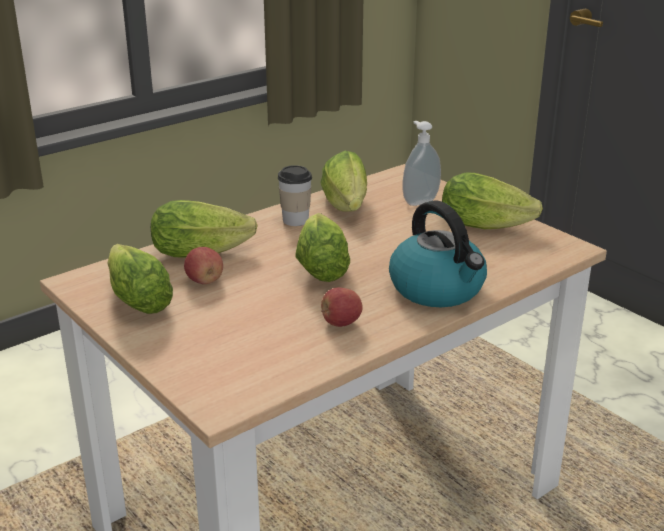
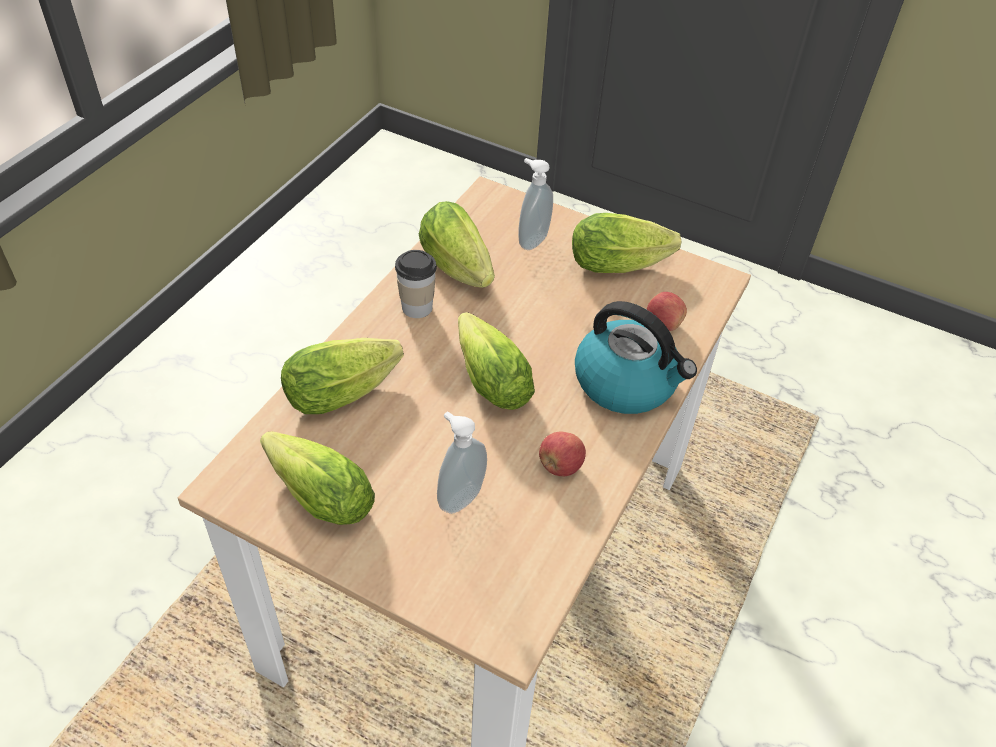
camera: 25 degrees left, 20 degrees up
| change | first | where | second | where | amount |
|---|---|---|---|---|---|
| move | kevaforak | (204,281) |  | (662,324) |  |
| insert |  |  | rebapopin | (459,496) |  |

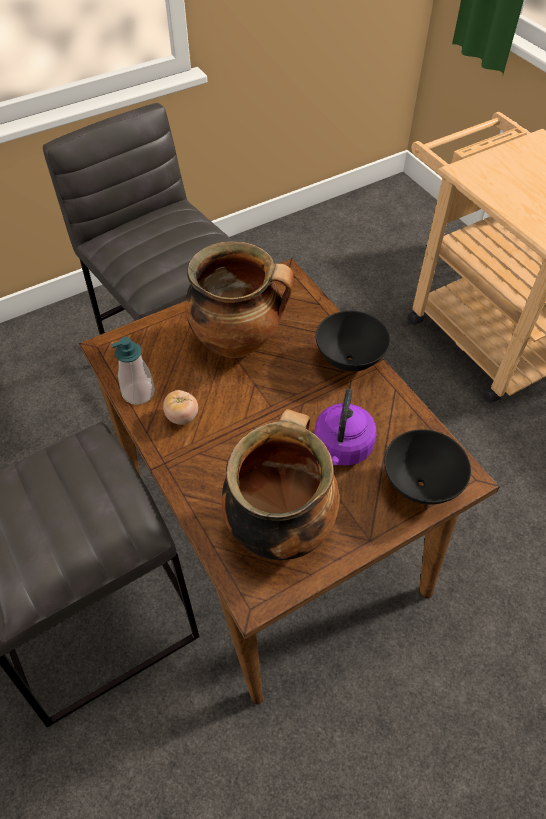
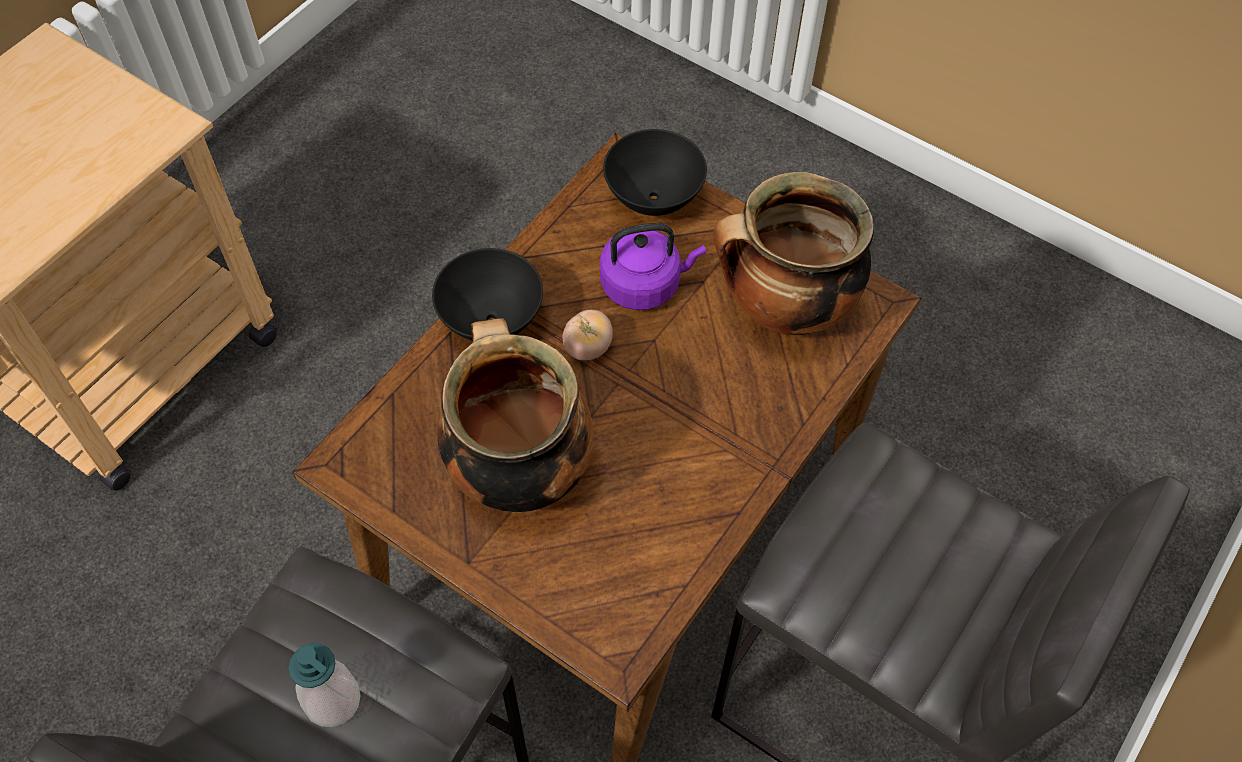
camera: 115 degrees left, 5 degrees up
| change | first | where | second | where | amount |
|---|---|---|---|---|---|
| move | rebapopin | (138,393) |  | (332,700) |  |
| move | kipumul | (182,416) |  | (587,348) |  |

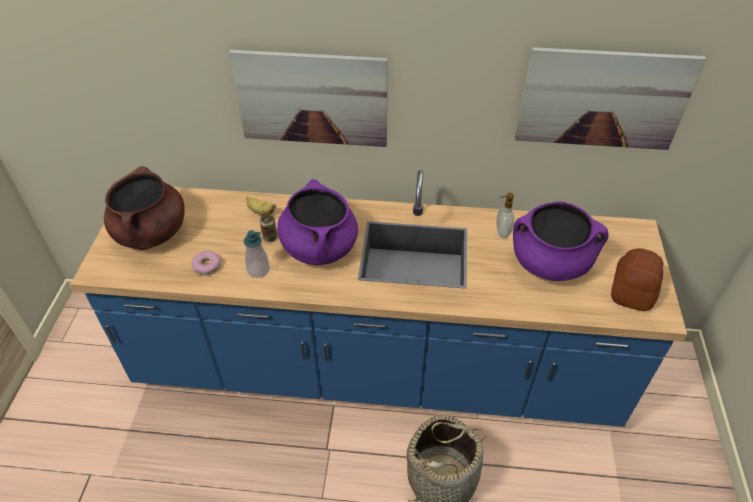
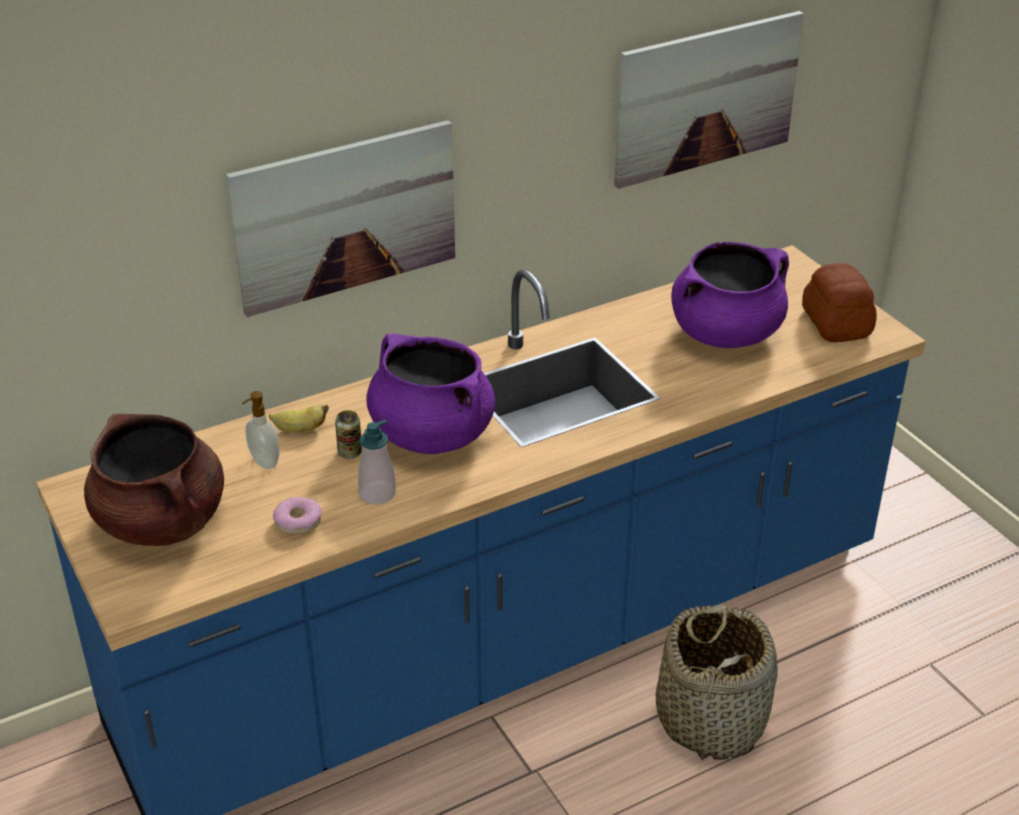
camera: 35 degrees left, 10 degrees down
| change | first | where | second | where | amount |
|---|---|---|---|---|---|
| move | rebapopin | (501,232) |  | (263,462) |  |

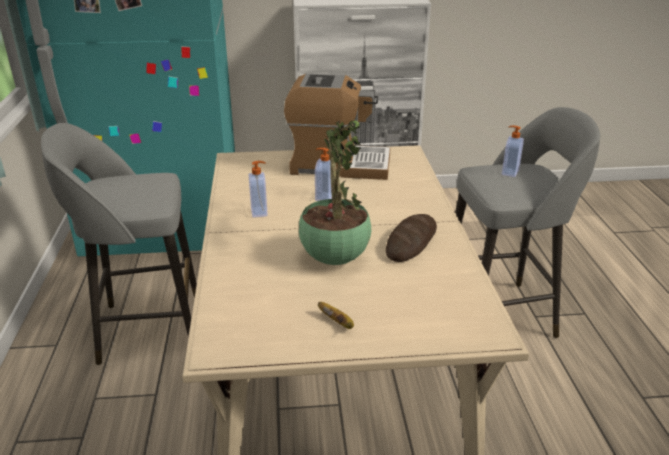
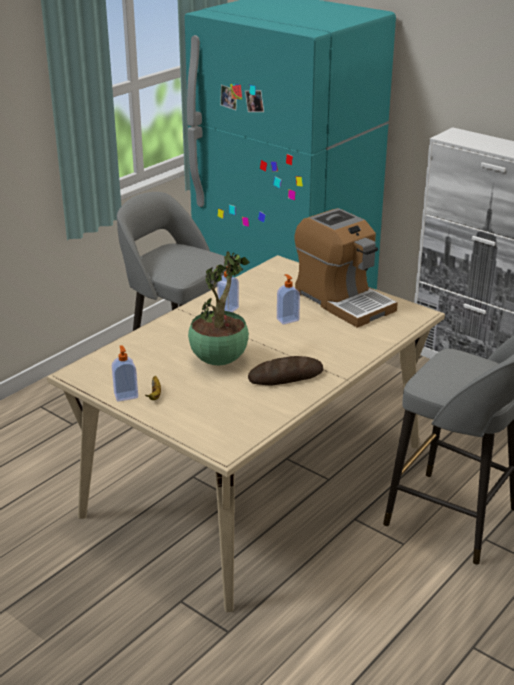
camera: 45 degrees right, 0 degrees up
| change | first | where | second | where | amount |
|---|---|---|---|---|---|
| move | rebapopin | (509,172) |  | (126,395) |  |

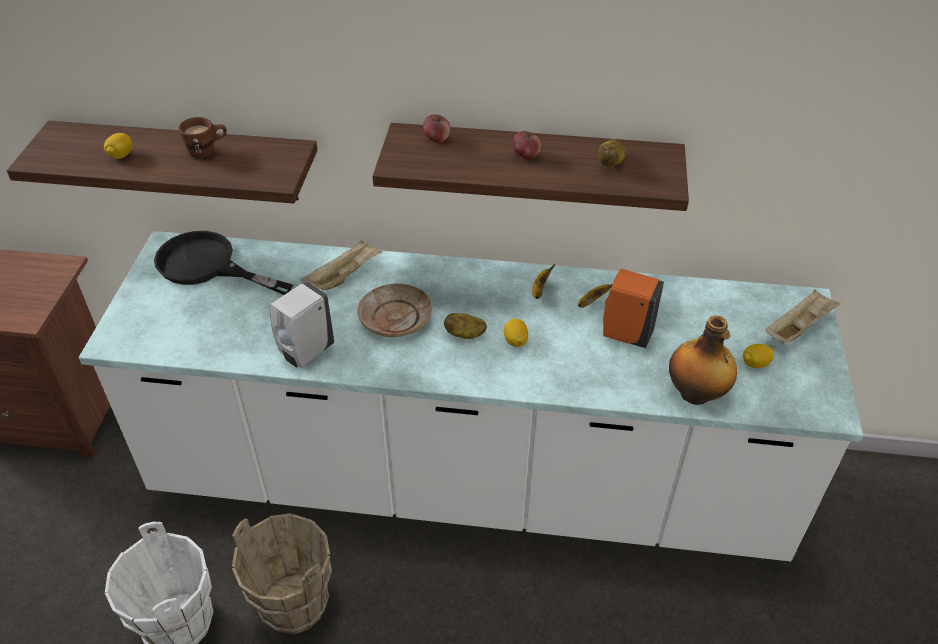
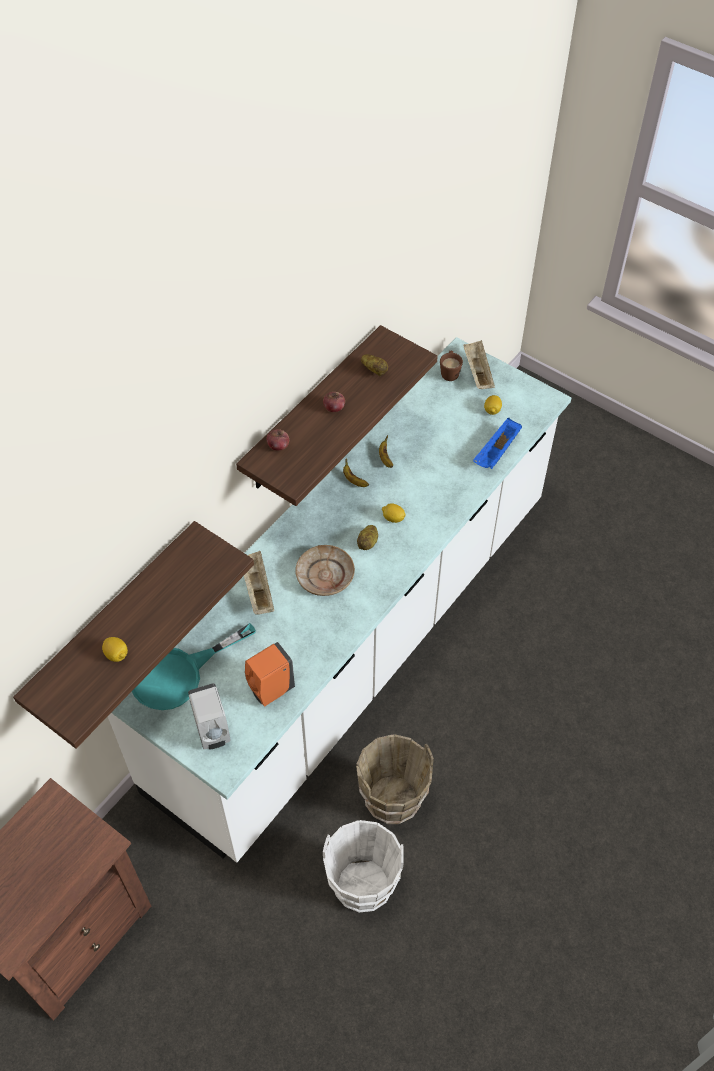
camera: 60 degrees left, 10 degrees up
| change | first | where | second | where | amount |
|---|---|---|---|---|---|
| recolor | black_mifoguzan | (208,266) | turquoise_mifoguzan | (178,674) |  |
| move | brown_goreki | (208,151) |  | (450,372) |  |
| move | white_rebapopin | (305,353) |  | (213,733) |  |
| move | orange_rebapopin | (625,334) |  | (270,690) |  |
| replace | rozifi | (696,394) | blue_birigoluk | (497,452) |  |

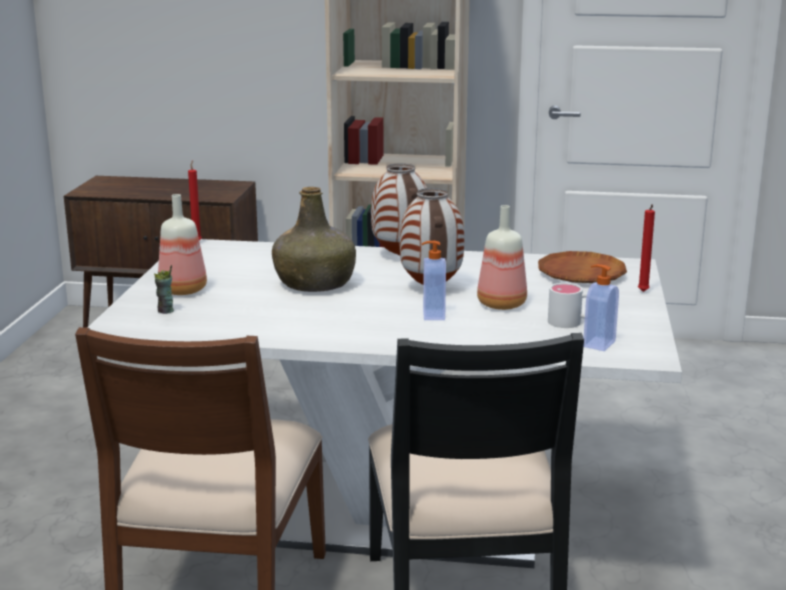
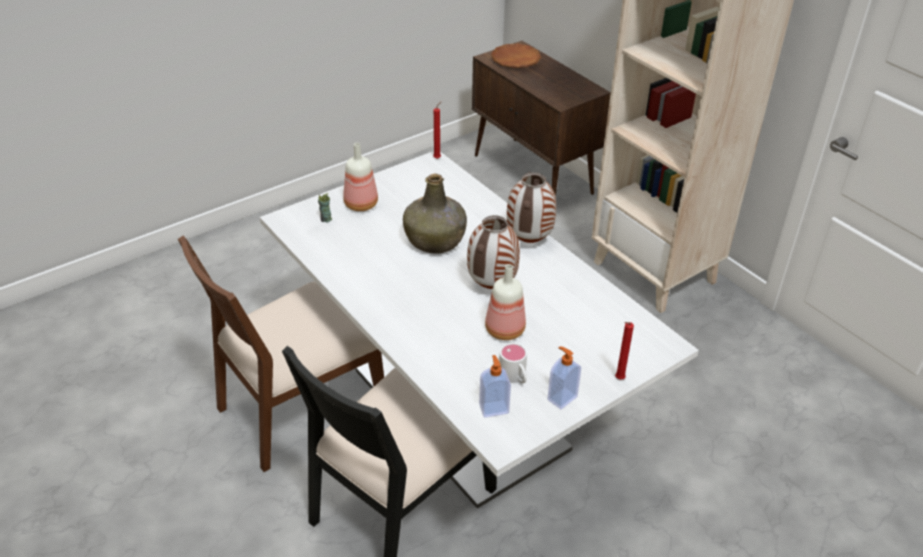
camera: 45 degrees right, 20 degrees up
| change | first | where | second | where | amount |
|---|---|---|---|---|---|
| move | rebapopin | (432,315) |  | (561,398) |  |
| move | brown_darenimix | (581,274) |  | (515,59) |  |

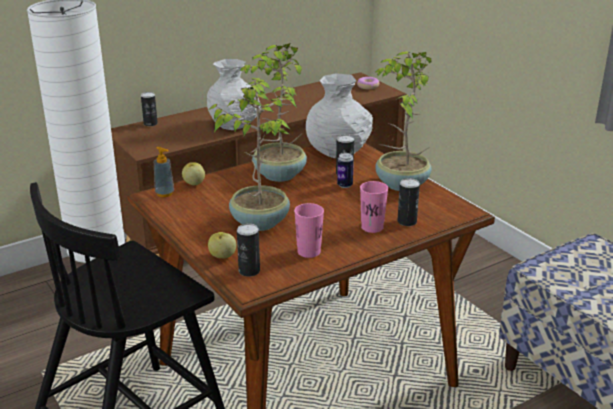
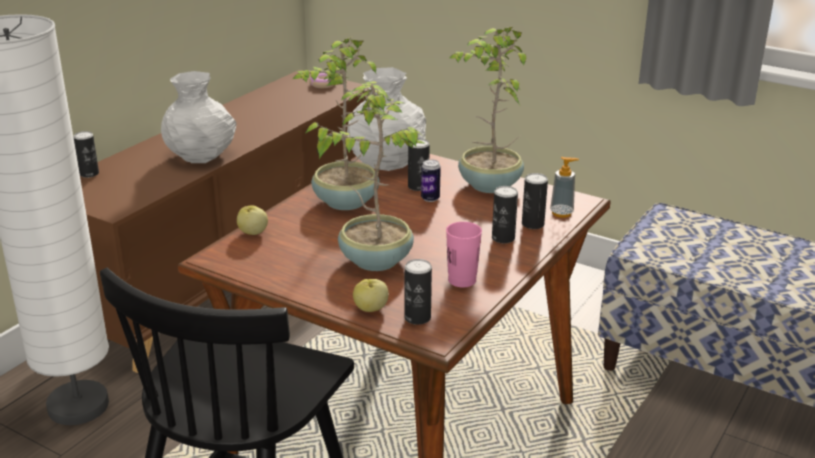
camera: 25 degrees left, 0 degrees up
| change | first | where | second | where | amount |
|---|---|---|---|---|---|
| move | rebapopin | (164,193) |  | (561,213) |  |
| replace | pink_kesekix | (372,227) | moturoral | (503,238) |  |

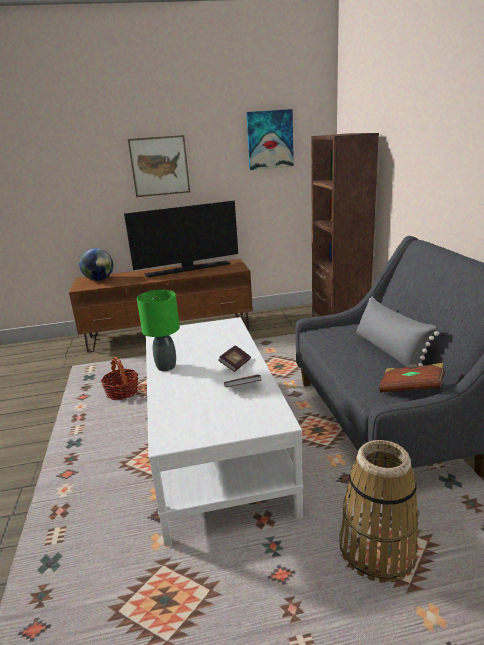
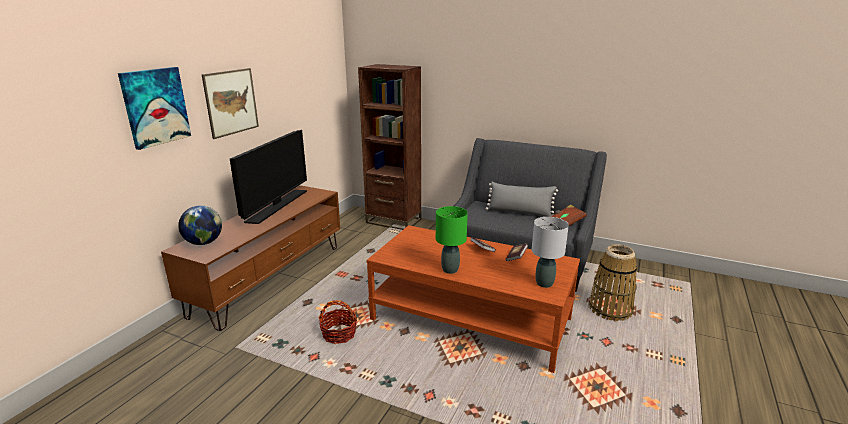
camera: 55 degrees left, 0 degrees up
| change | first | where | second | where | amount |
|---|---|---|---|---|---|
| recolor | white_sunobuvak | (214,444) | brown_sunobuvak | (471,319) |  |
| move | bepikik | (270,140) |  | (155,107) |  |
| insert |  |  | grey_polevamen | (544,283) |  |

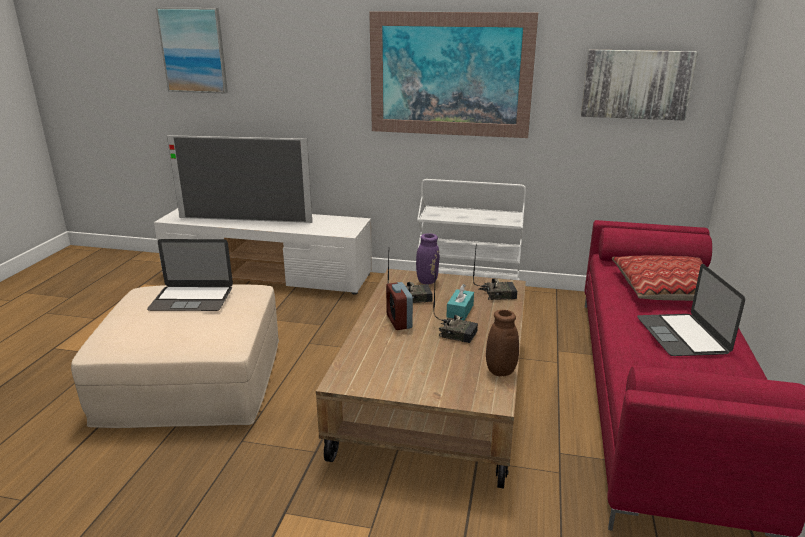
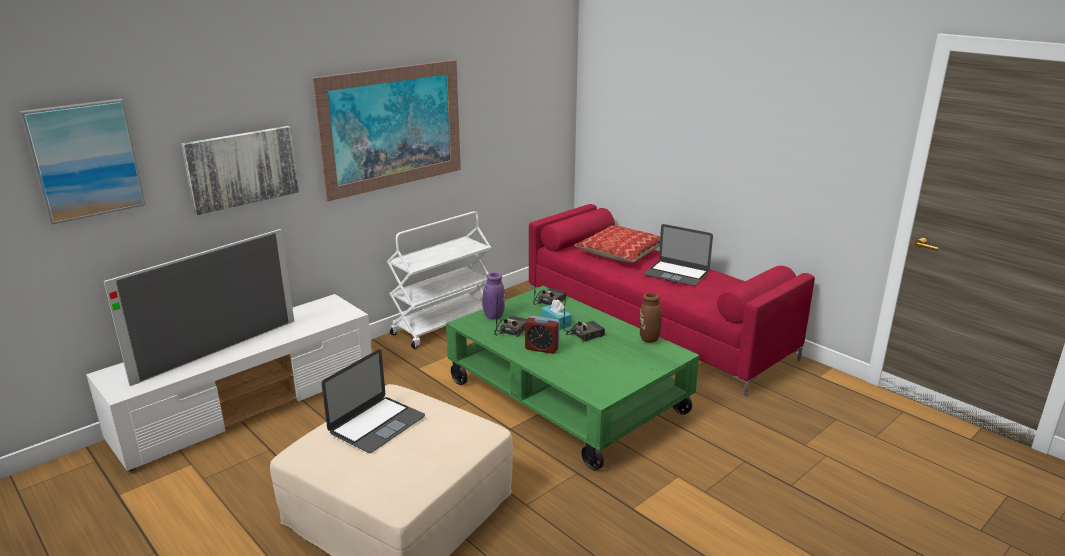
camera: 55 degrees left, 0 degrees up
| change | first | where | second | where | amount |
|---|---|---|---|---|---|
| recolor | brown_sunobuvak | (436,395) | green_sunobuvak | (567,397) |  |
| move | bepikik | (636,84) |  | (242,168) |  |

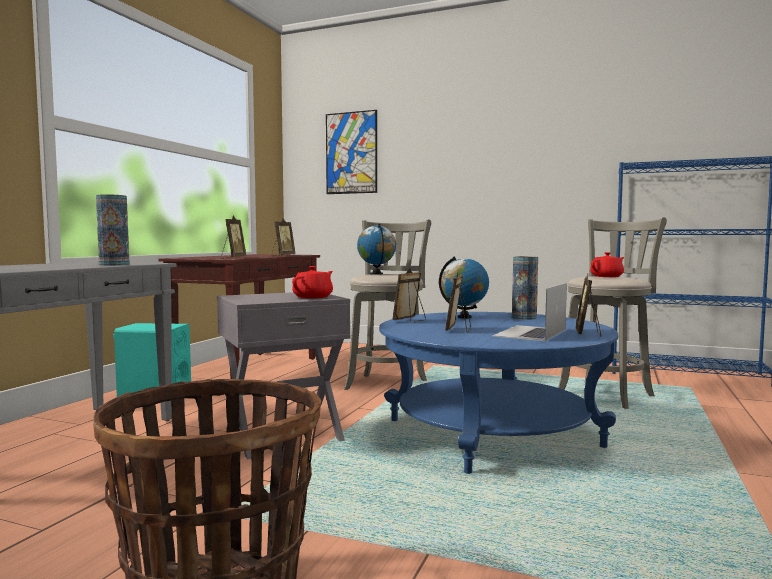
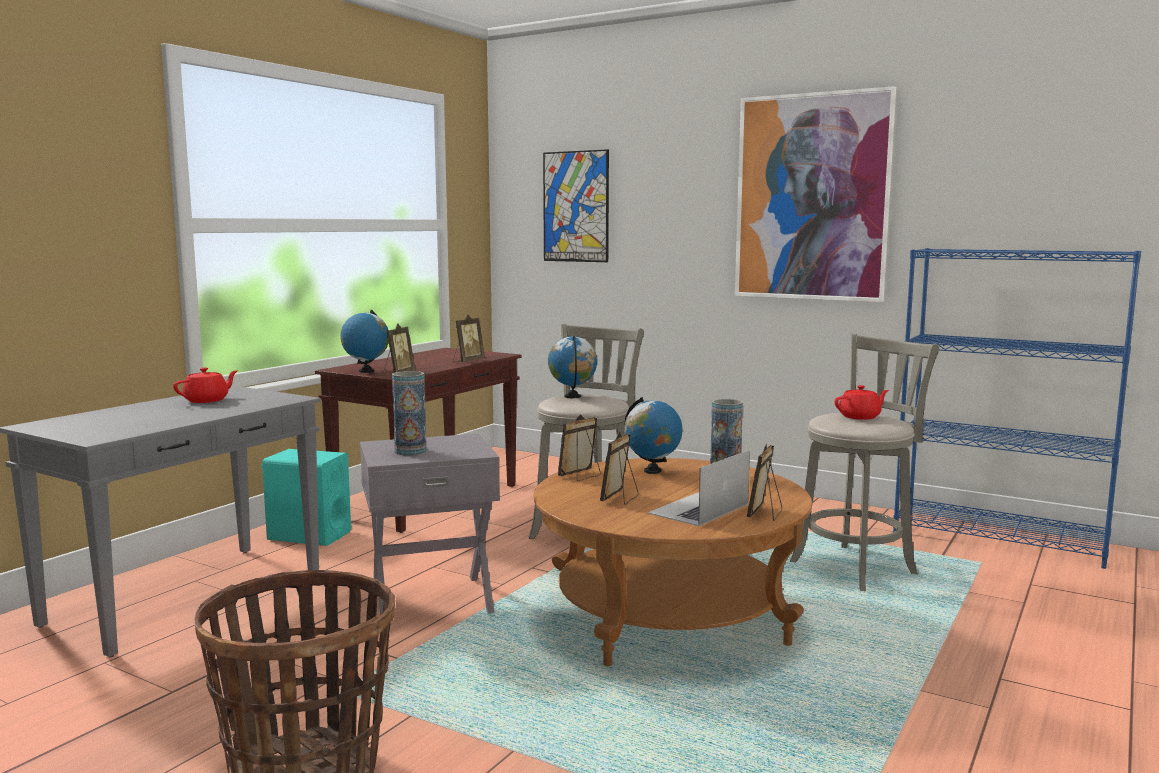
camera: 10 degrees right, 5 degrees up
| change | first | where | second | where | amount |
|---|---|---|---|---|---|
| move | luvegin | (114,265) |  | (410,451) |  |
| move | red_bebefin | (313,297) |  | (207,400) |  |
| recolor | blue_sunobuvak | (492,433) | brown_sunobuvak | (668,616) |  |
| insert |  |  | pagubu | (366,371) |  |
| insert |  |  | bepikik | (811,197) |  |

